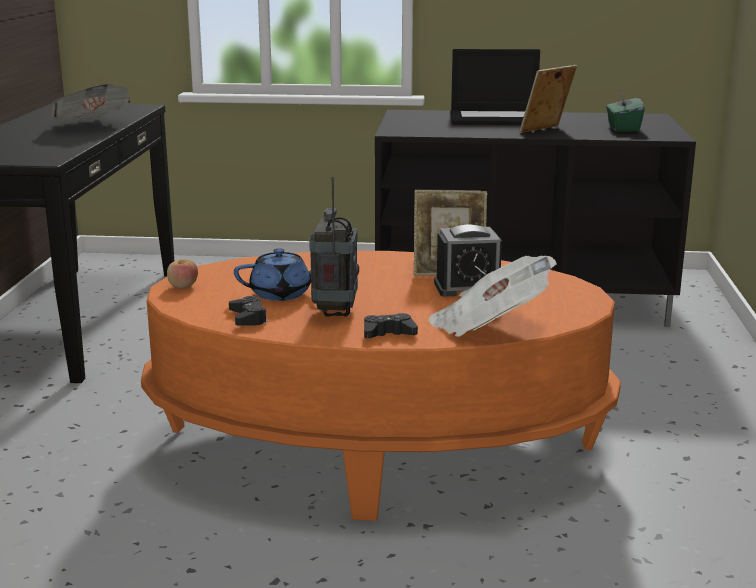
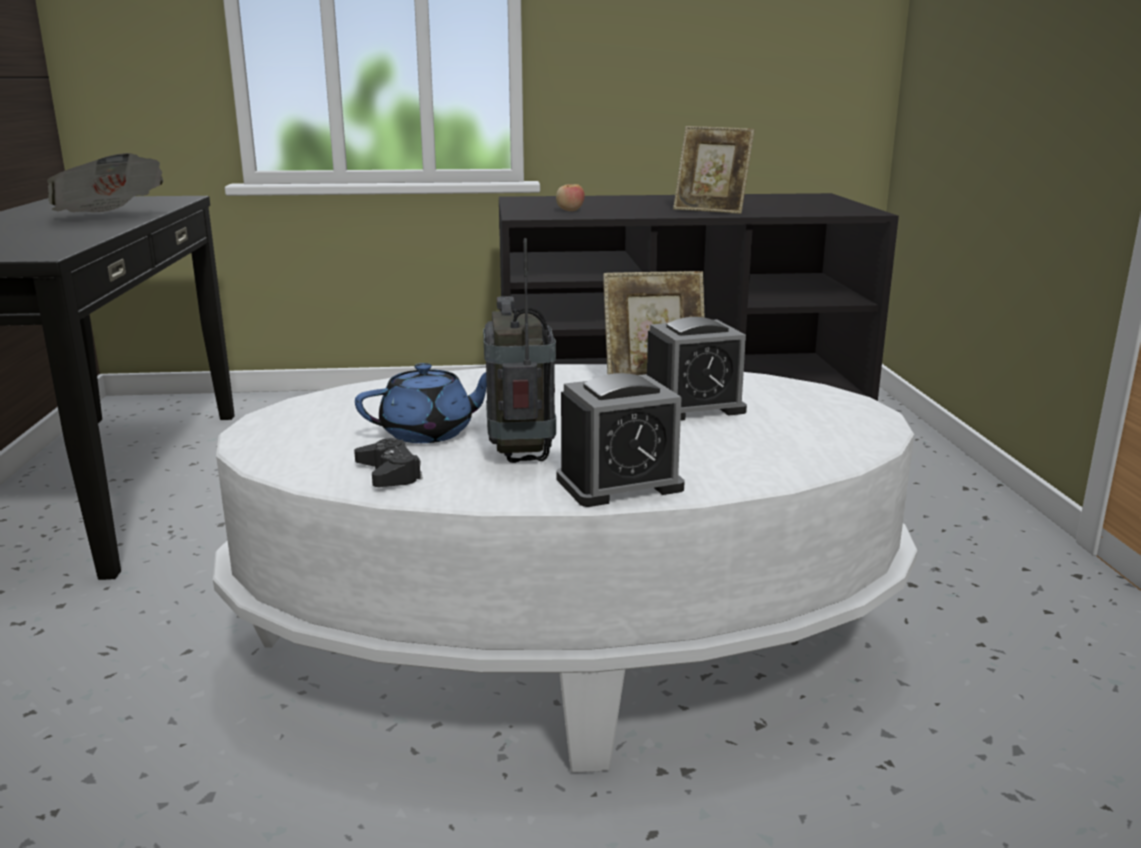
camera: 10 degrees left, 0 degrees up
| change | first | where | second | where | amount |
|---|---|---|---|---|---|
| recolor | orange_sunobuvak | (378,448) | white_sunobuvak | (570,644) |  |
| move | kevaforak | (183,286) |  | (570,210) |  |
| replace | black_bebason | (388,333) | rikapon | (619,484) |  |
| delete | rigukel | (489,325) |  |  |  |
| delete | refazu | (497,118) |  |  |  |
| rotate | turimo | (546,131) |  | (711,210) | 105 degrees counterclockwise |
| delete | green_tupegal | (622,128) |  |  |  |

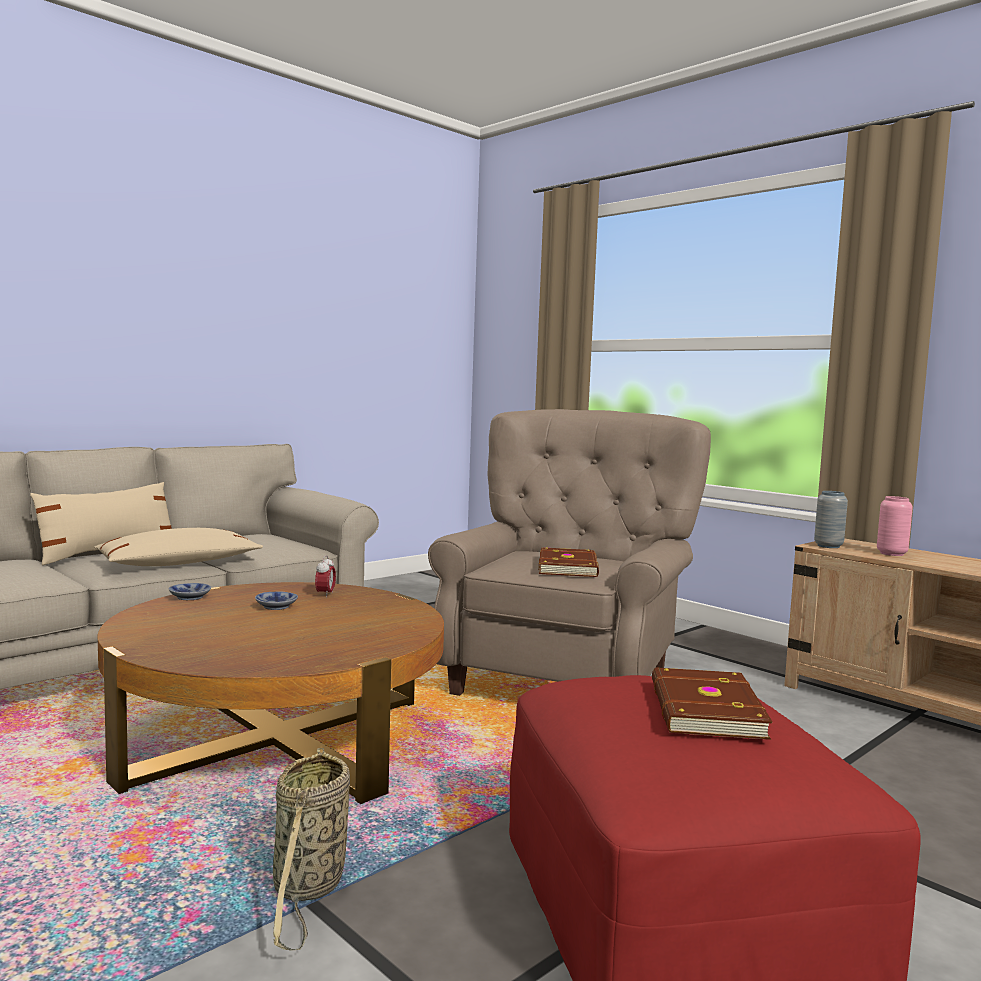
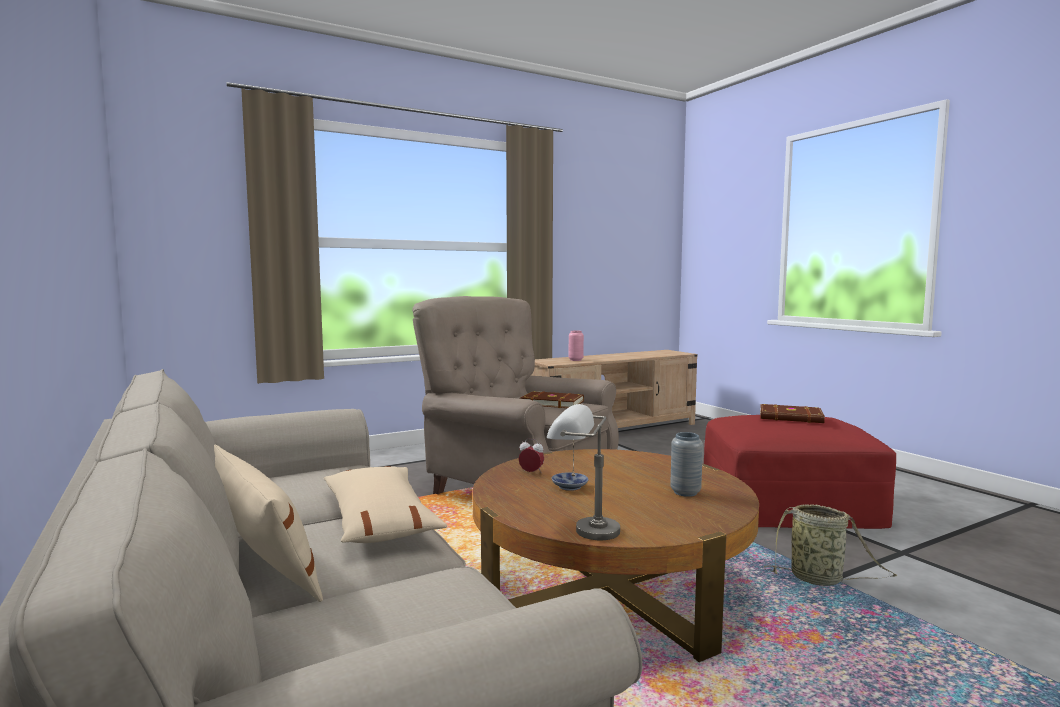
camera: 75 degrees left, 0 degrees up
| change | first | where | second | where | amount |
|---|---|---|---|---|---|
| delete | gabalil | (188,598) |  |  |  |
| move | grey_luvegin | (828,546) |  | (685,492) |  |
| insert |  |  | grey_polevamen | (582,530) |  |

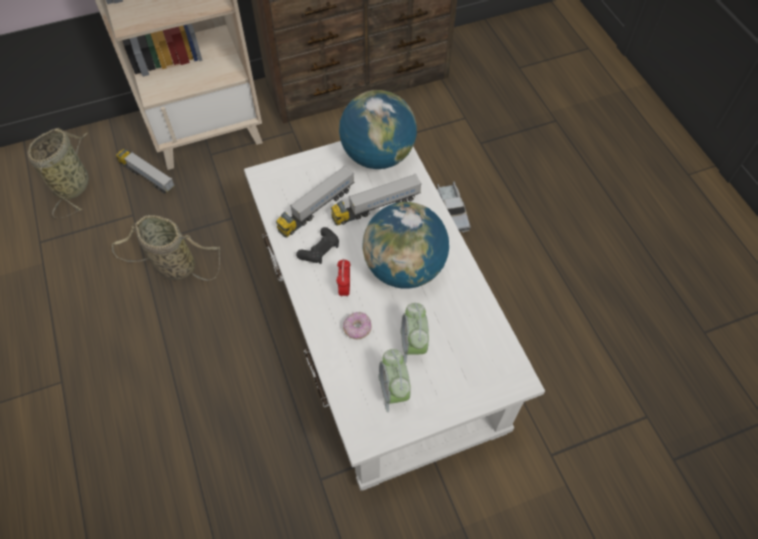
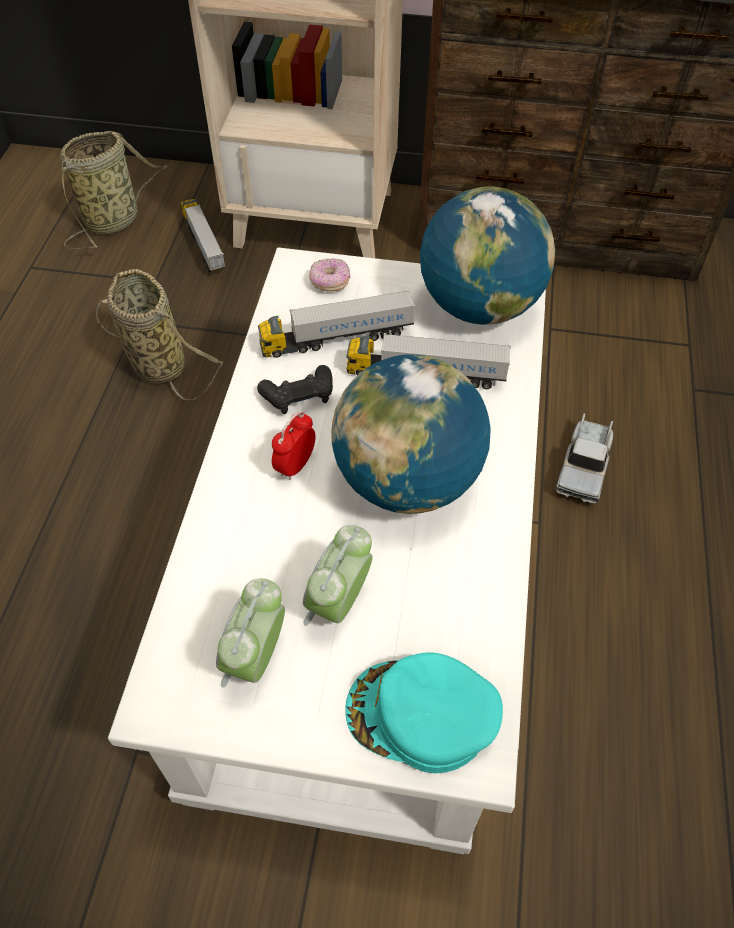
camera: 30 degrees right, 5 degrees down
| change | first | where | second | where | amount |
|---|---|---|---|---|---|
| move | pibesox | (357,329) |  | (330,282) |  |
| insert |  |  | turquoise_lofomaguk | (421,716) |  |

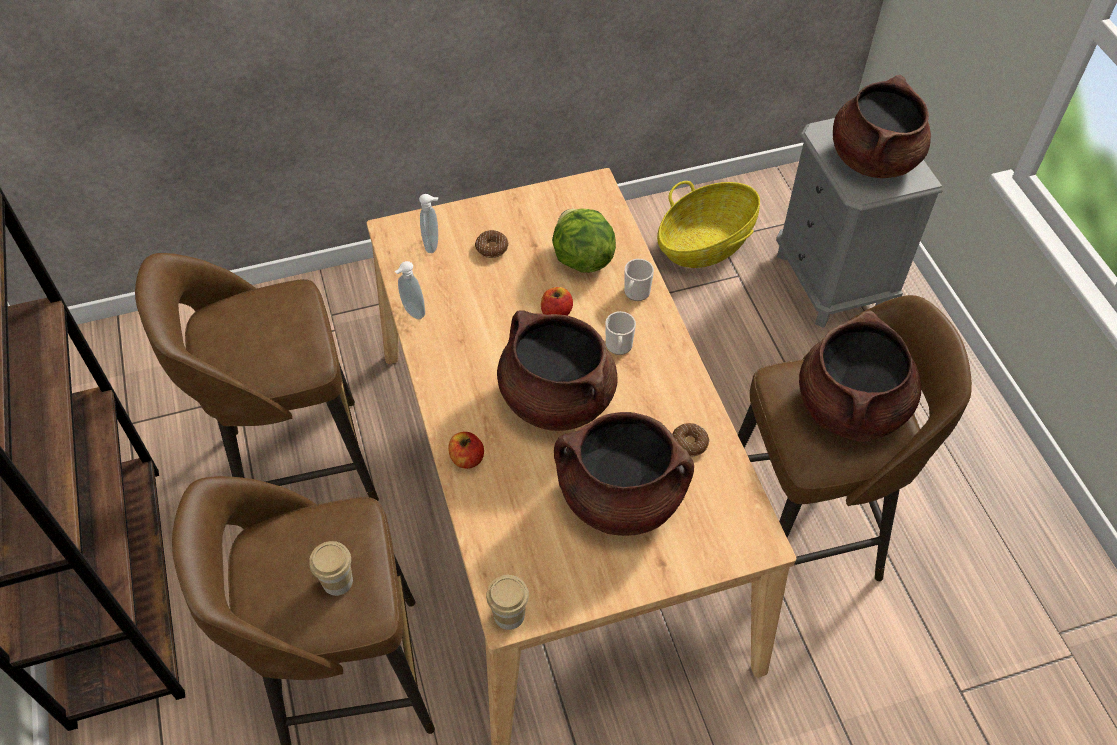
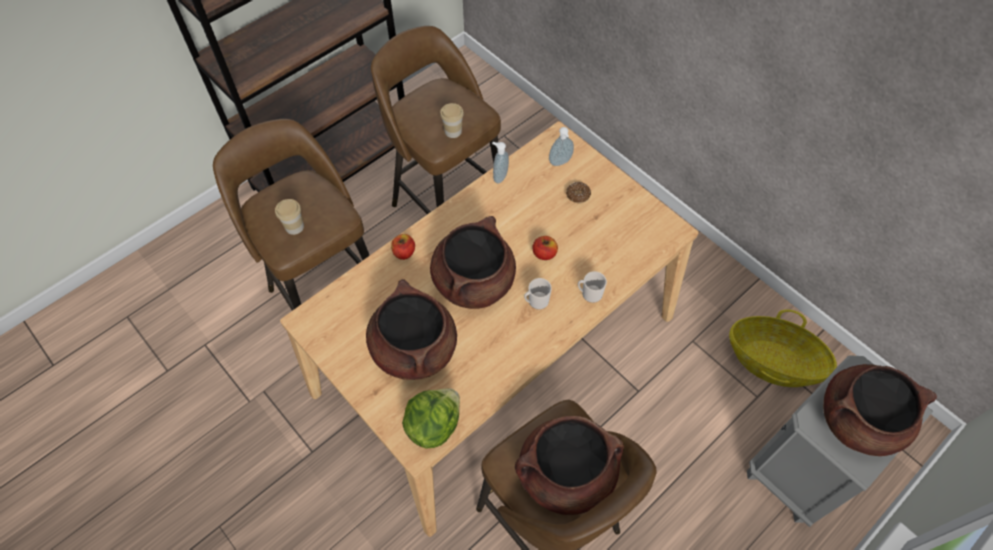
camera: 65 degrees right, 5 degrees up
| change | first | where | second | where | amount |
|---|---|---|---|---|---|
| move | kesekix | (509,615) |  | (453,131) |  |
| move | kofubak | (581,259) |  | (433,425) |  |
| delete | pibesox | (689,443) |  |  |  |

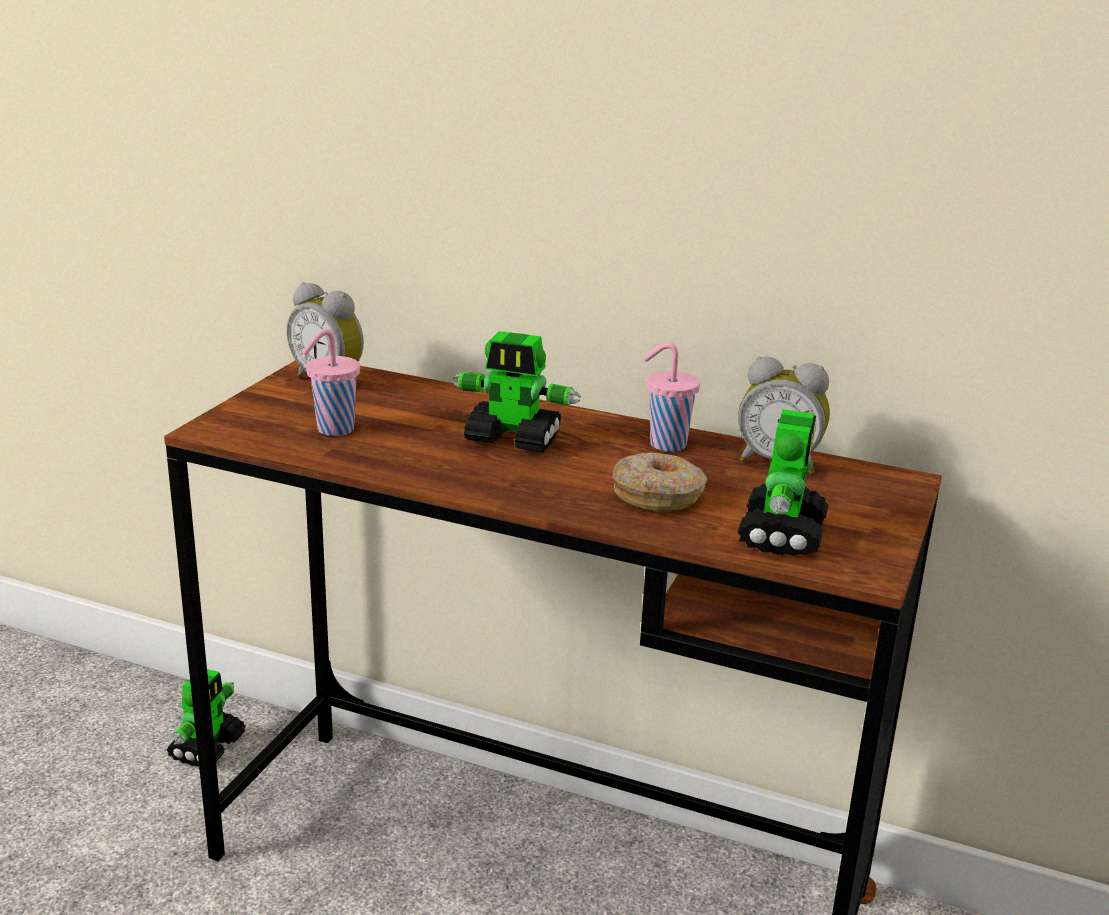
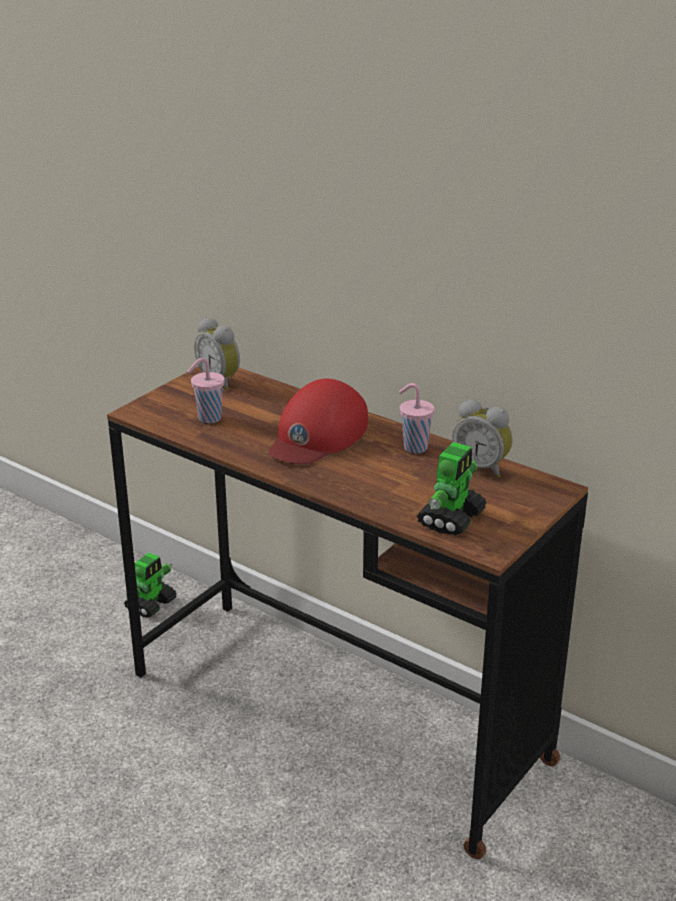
camera: 15 degrees right, 5 degrees up
| change | first | where | second | where | amount |
|---|---|---|---|---|---|
| replace | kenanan | (514,439) | red_lofomaguk | (317,435) |  |
| delete | pibesox | (658,495) |  |  |  |

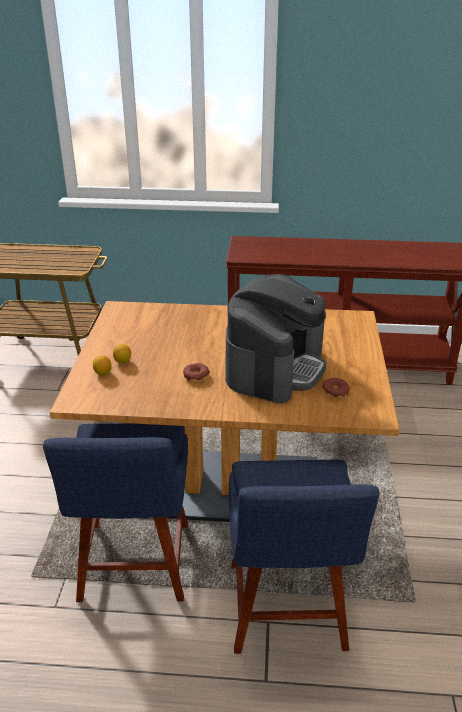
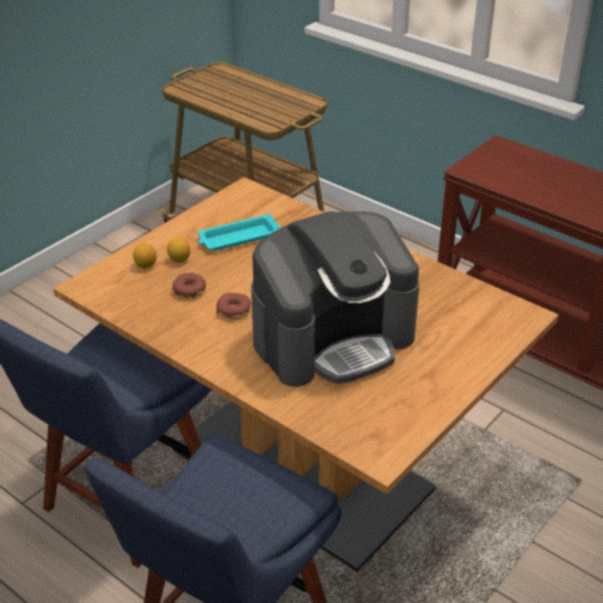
camera: 35 degrees right, 5 degrees up
| change | first | where | second | where | amount |
|---|---|---|---|---|---|
| move | pibesox | (335,391) |  | (189,290) |  |
| insert |  |  | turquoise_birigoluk | (238,238) |  |

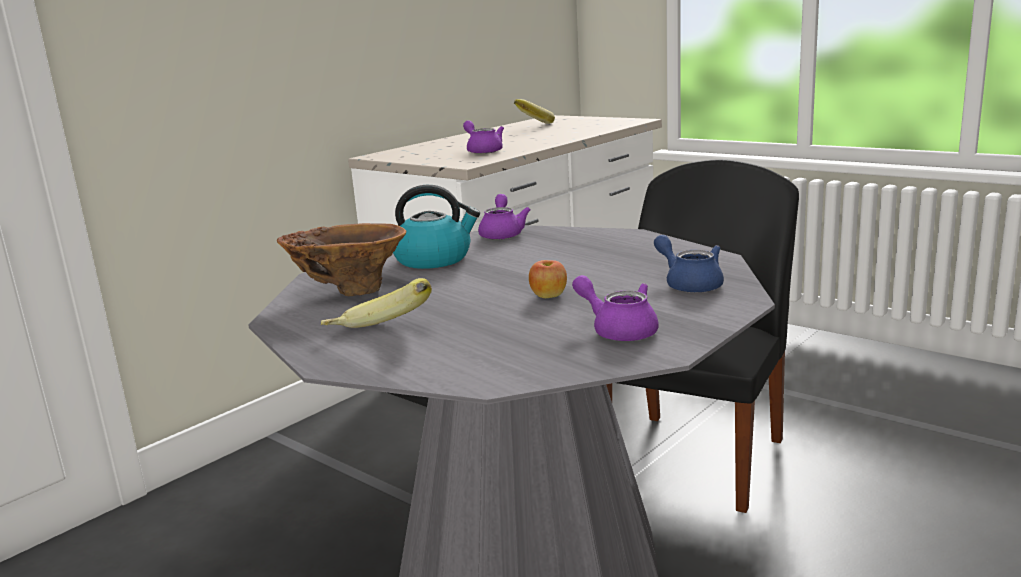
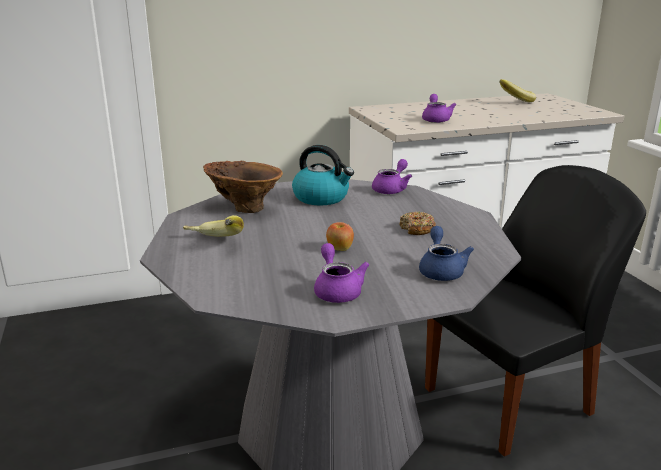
camera: 30 degrees right, 5 degrees up
| change | first | where | second | where | amount |
|---|---|---|---|---|---|
| insert |  |  | pibesox | (417,229) |  |

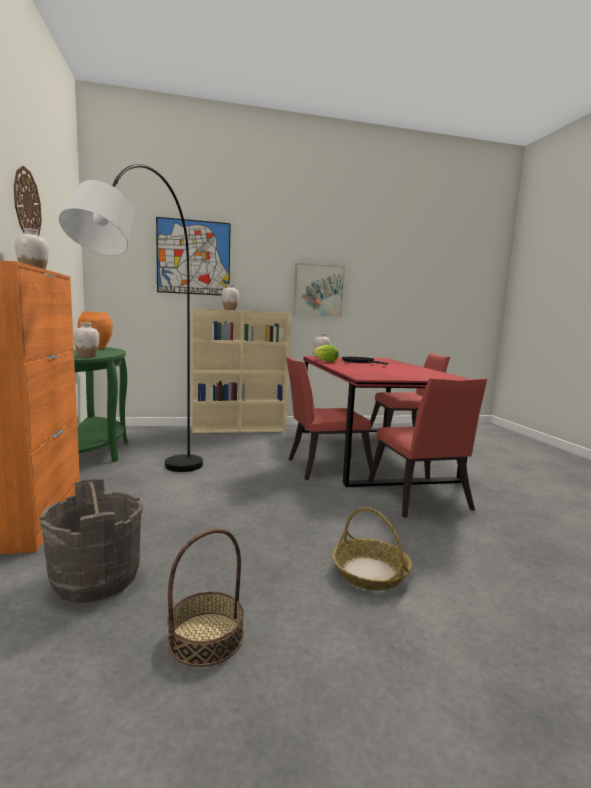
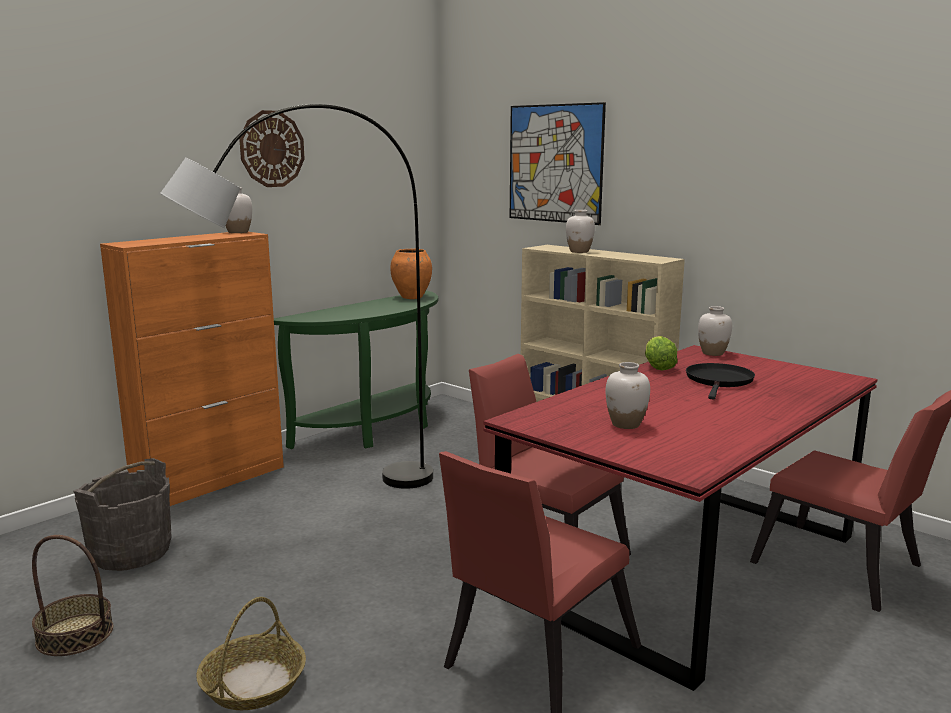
camera: 55 degrees right, 5 degrees up
| change | first | where | second | where | amount |
|---|---|---|---|---|---|
| move | white_luvegin | (87,357) |  | (626,424) |  |
| delete | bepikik | (318,291) |  |  |  |

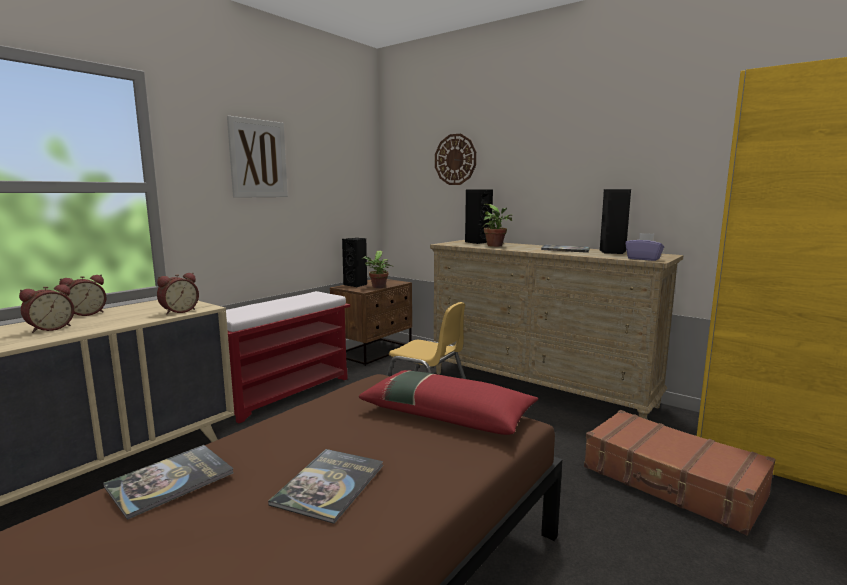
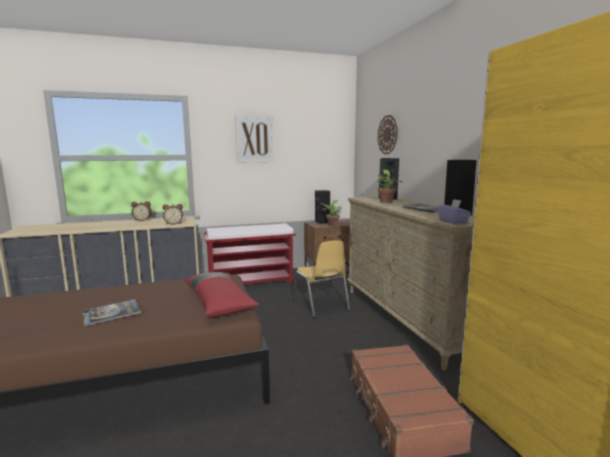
camera: 35 degrees right, 0 degrees up
| change | first | where | second | where | amount |
|---|---|---|---|---|---|
| delete | rikapon | (50,328) |  |  |  |
| delete | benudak | (170,480) |  |  |  |

